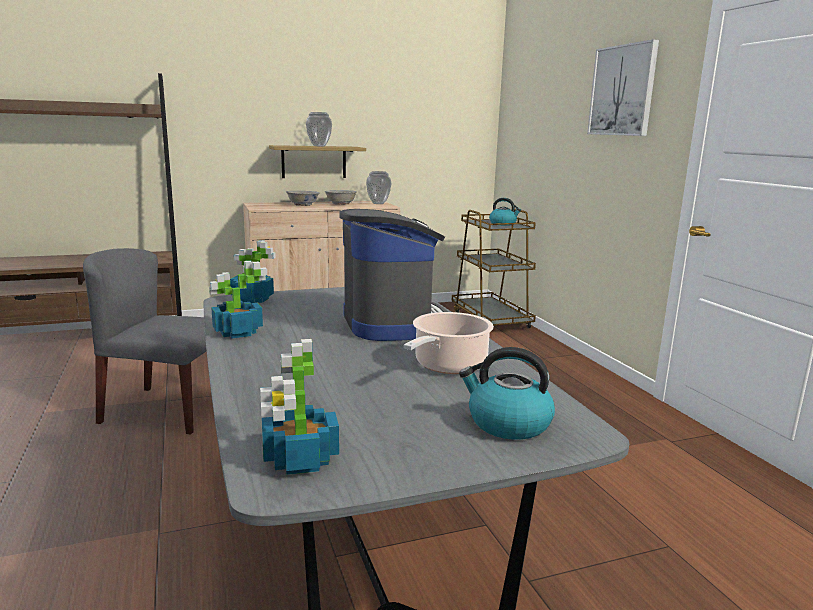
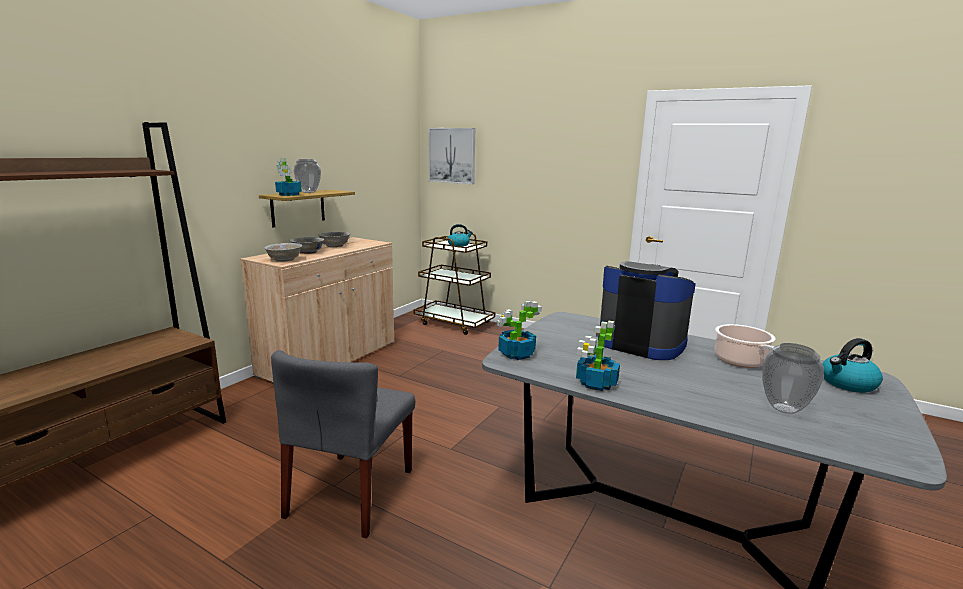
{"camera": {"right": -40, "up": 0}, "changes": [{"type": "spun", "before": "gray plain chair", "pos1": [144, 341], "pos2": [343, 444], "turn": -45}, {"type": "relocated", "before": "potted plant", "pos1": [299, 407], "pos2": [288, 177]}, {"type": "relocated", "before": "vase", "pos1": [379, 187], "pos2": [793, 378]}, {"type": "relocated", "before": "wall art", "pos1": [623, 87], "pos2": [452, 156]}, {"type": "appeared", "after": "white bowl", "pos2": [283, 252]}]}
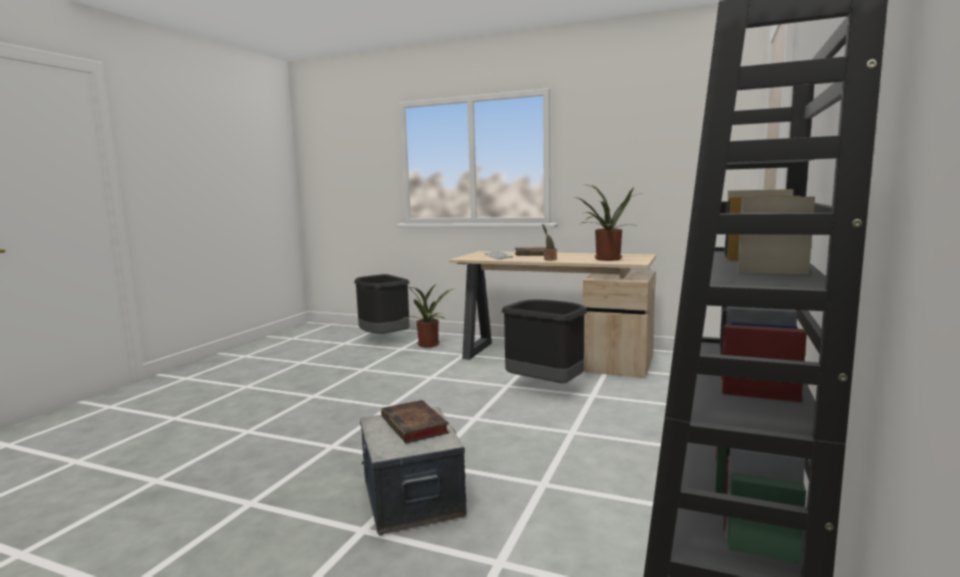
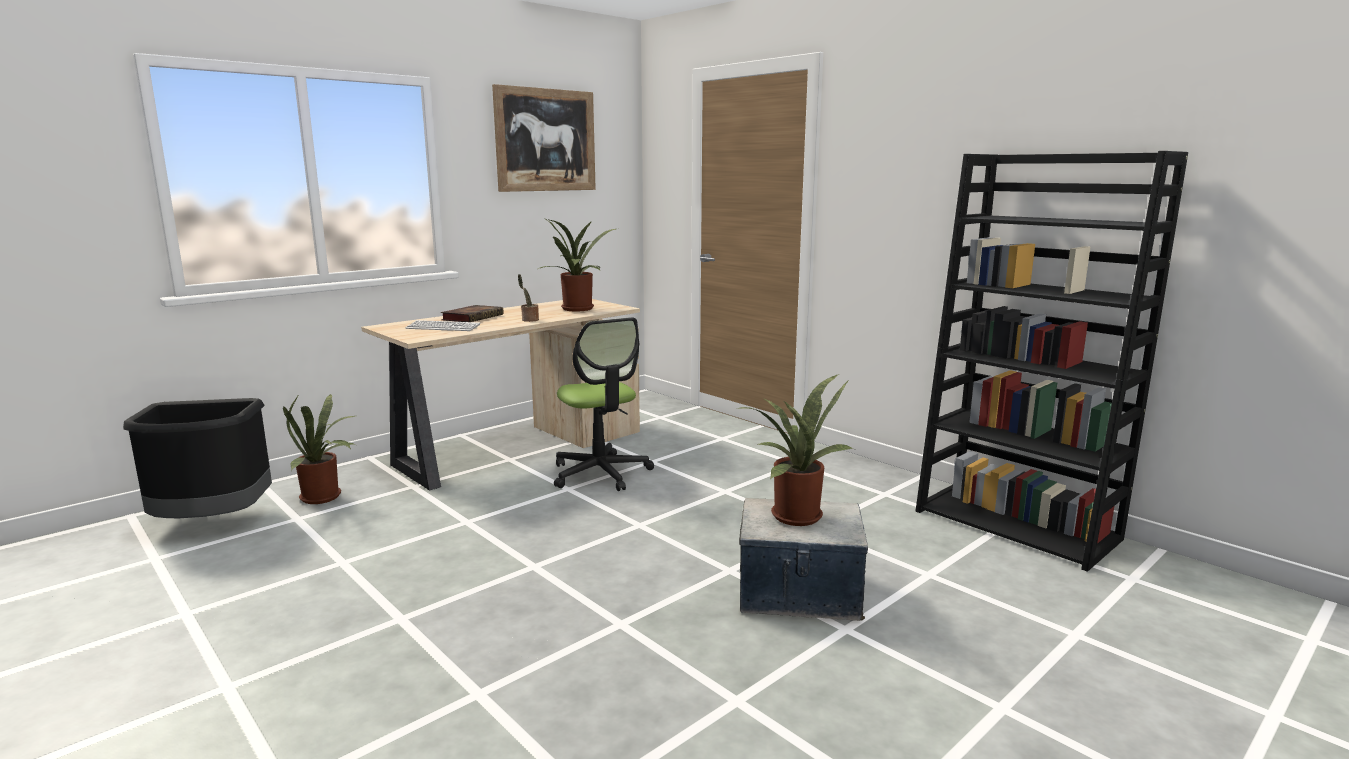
{"camera": {"right": -65, "up": 5}, "changes": [{"type": "exchanged", "before": "book", "after": "potted plant", "pos1": [415, 421], "pos2": [795, 450]}, {"type": "exchanged", "before": "blackish rubbish bin", "after": "desk chair", "pos1": [544, 341], "pos2": [604, 404]}, {"type": "appeared", "after": "wall art", "pos2": [544, 138]}]}
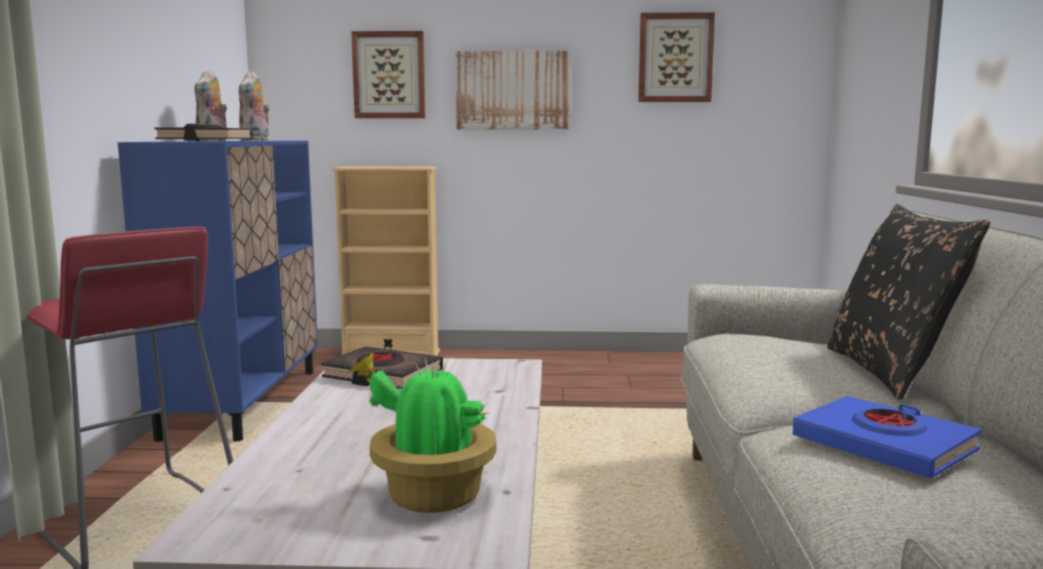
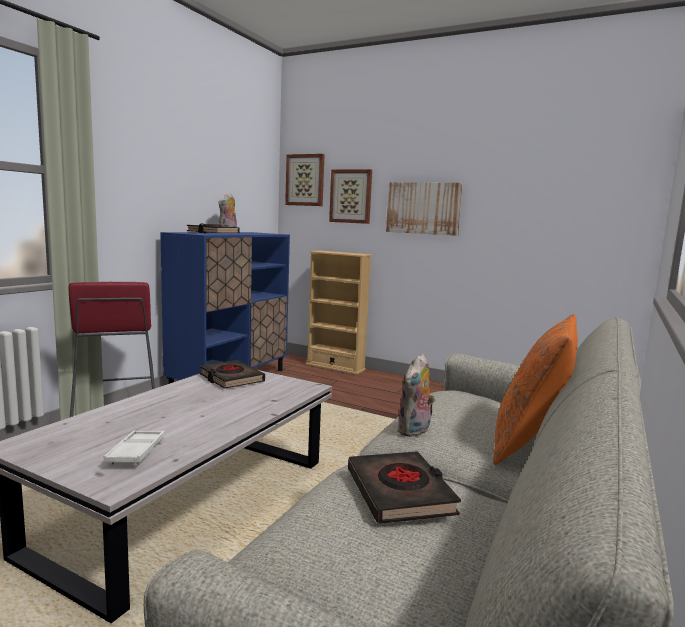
{"camera": {"right": 25, "up": 0}, "changes": [{"type": "relocated", "before": "soft toy", "pos1": [254, 106], "pos2": [416, 395]}, {"type": "exchanged", "before": "potted plant", "after": "white tray", "pos1": [423, 433], "pos2": [135, 447]}, {"type": "relocated", "before": "wall art", "pos1": [676, 57], "pos2": [305, 180]}, {"type": "colour", "before": "bluish book", "after": "blackish book", "pos1": [887, 437], "pos2": [404, 487]}, {"type": "colour", "before": "blackish cushion", "after": "orangey cushion", "pos1": [908, 302], "pos2": [535, 389]}]}
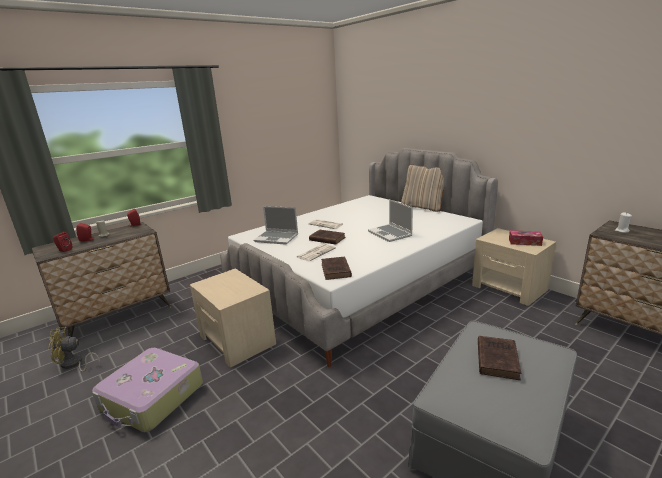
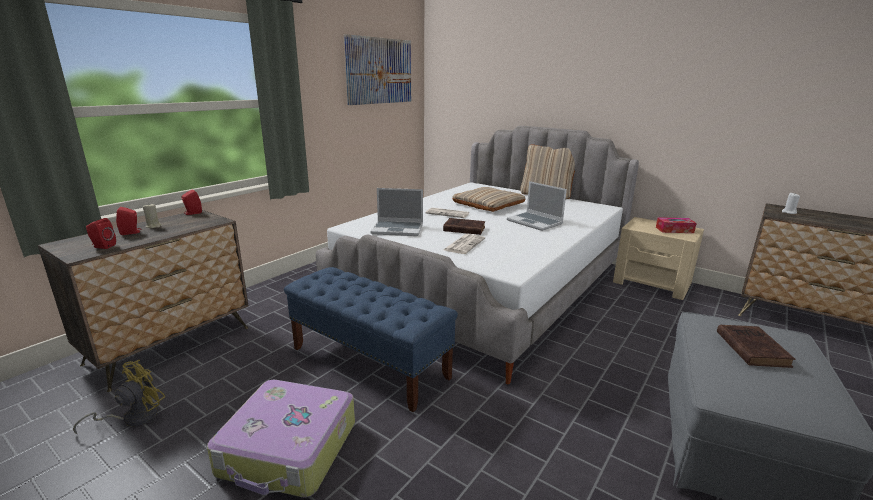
{"camera": {"right": -15, "up": 0}, "changes": [{"type": "spun", "before": "yellow cooling fan", "pos1": [74, 349], "pos2": [119, 397], "turn": 150}, {"type": "exchanged", "before": "beige-coloured nightstand", "after": "bluish indoor bench", "pos1": [233, 318], "pos2": [371, 339]}, {"type": "missing", "before": "brown book", "pos1": [336, 268]}, {"type": "appeared", "after": "wall art", "pos2": [377, 69]}, {"type": "appeared", "after": "beige-coloured cushion", "pos2": [489, 199]}]}
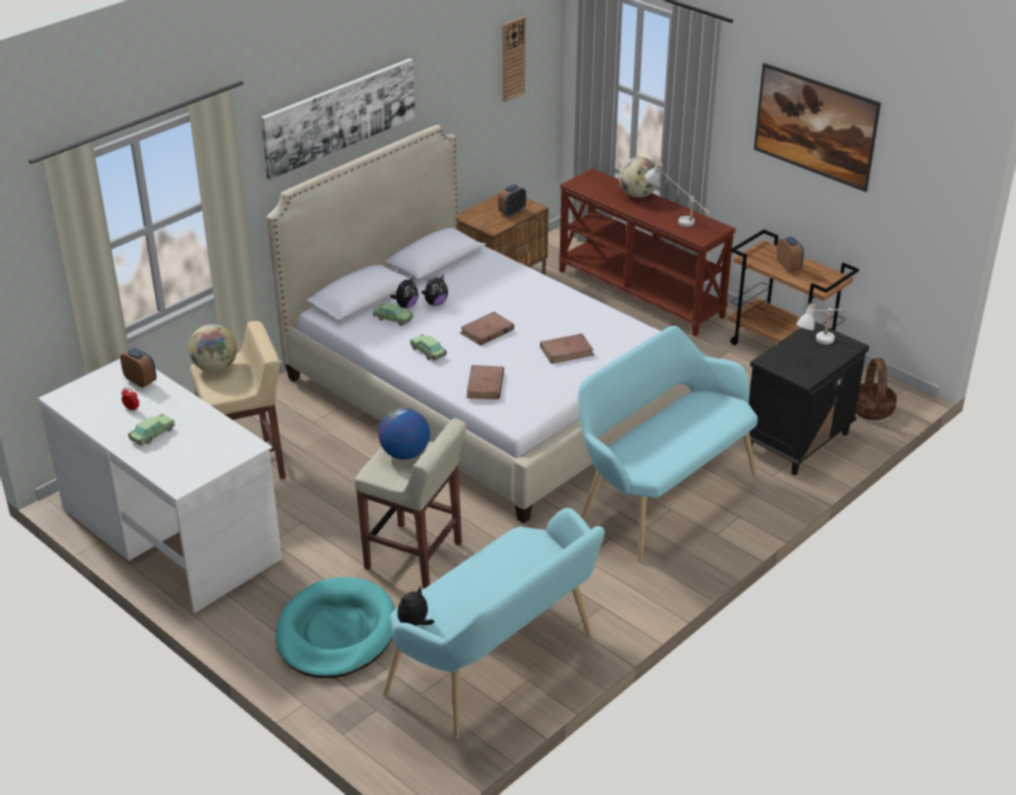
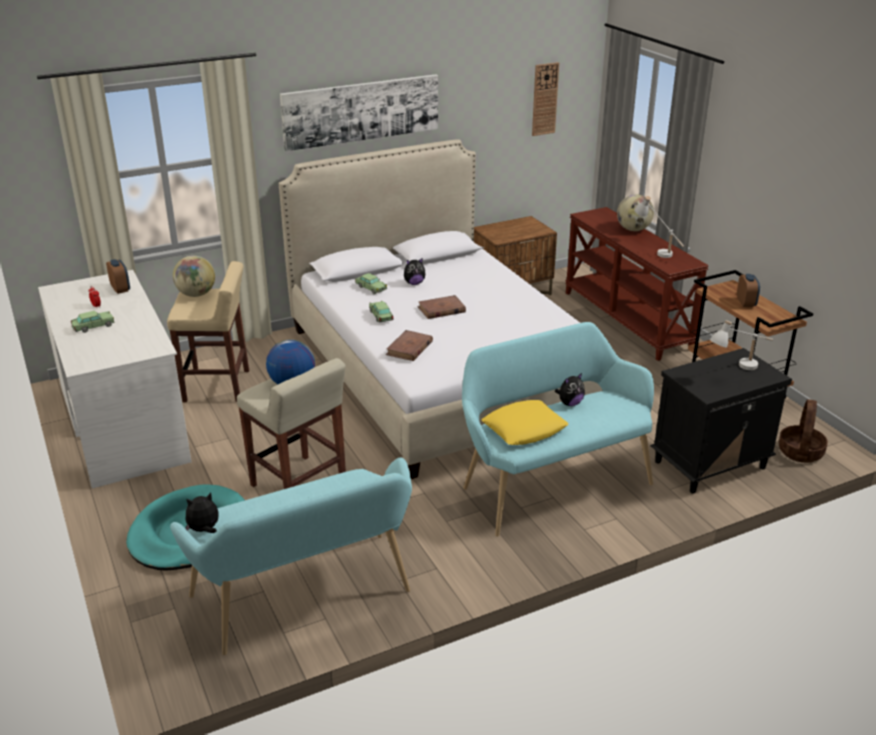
{"camera": {"right": 20, "up": -5}, "changes": [{"type": "relocated", "before": "soft toy", "pos1": [404, 292], "pos2": [570, 389]}, {"type": "missing", "before": "table clock", "pos1": [512, 200]}, {"type": "missing", "before": "brown book", "pos1": [567, 349]}, {"type": "missing", "before": "wall art", "pos1": [817, 127]}, {"type": "appeared", "after": "yellow cushion", "pos2": [525, 422]}]}
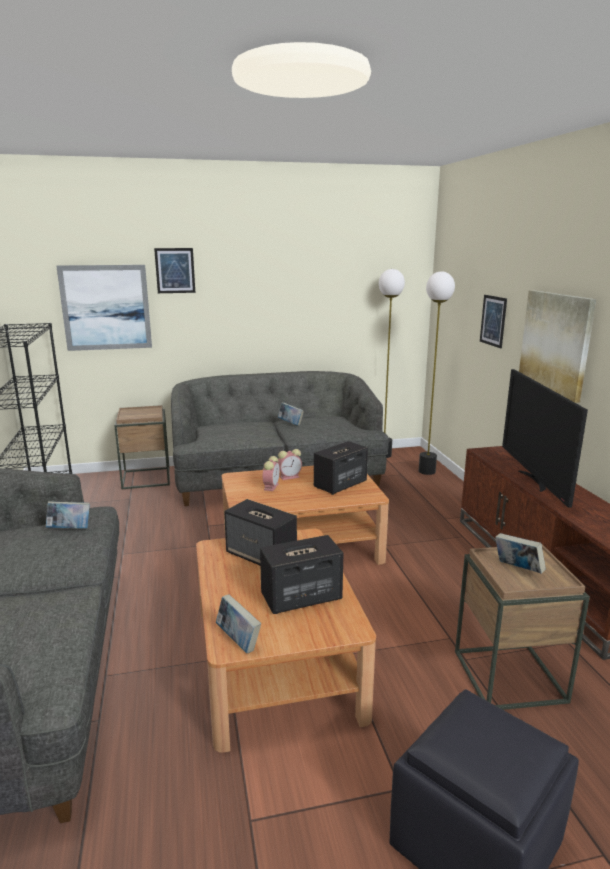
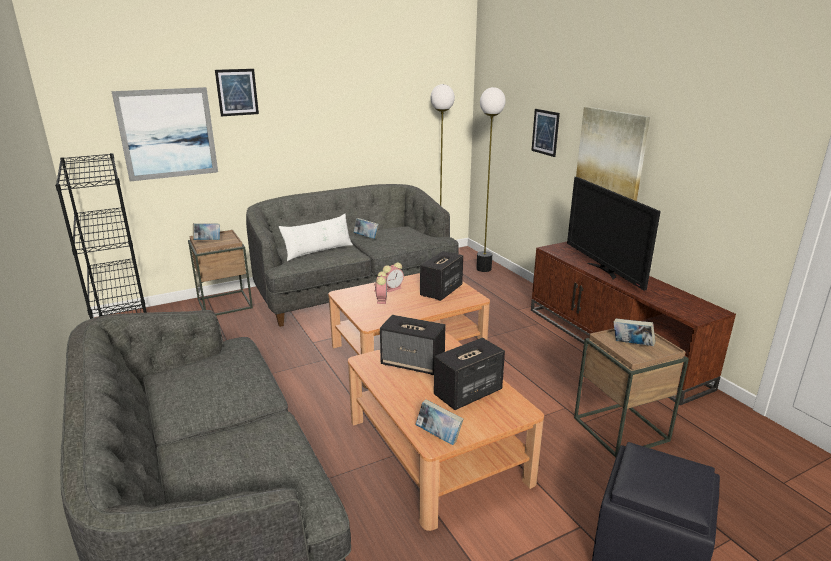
{"camera": {"right": -15, "up": 5}, "changes": [{"type": "relocated", "before": "book", "pos1": [68, 514], "pos2": [206, 231]}, {"type": "appeared", "after": "white cushion", "pos2": [316, 237]}]}
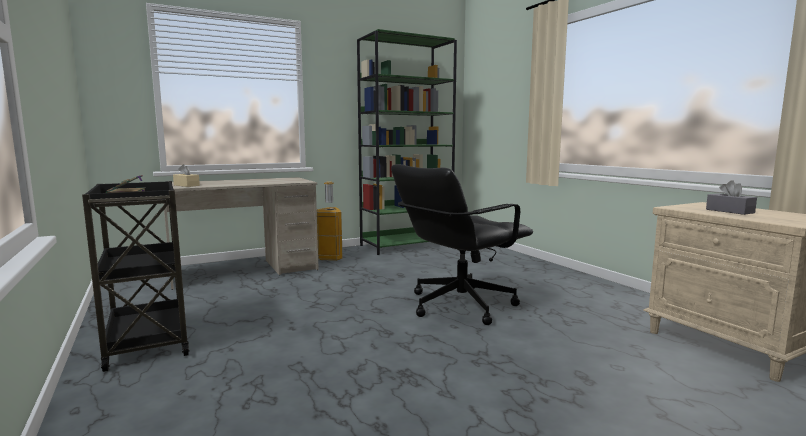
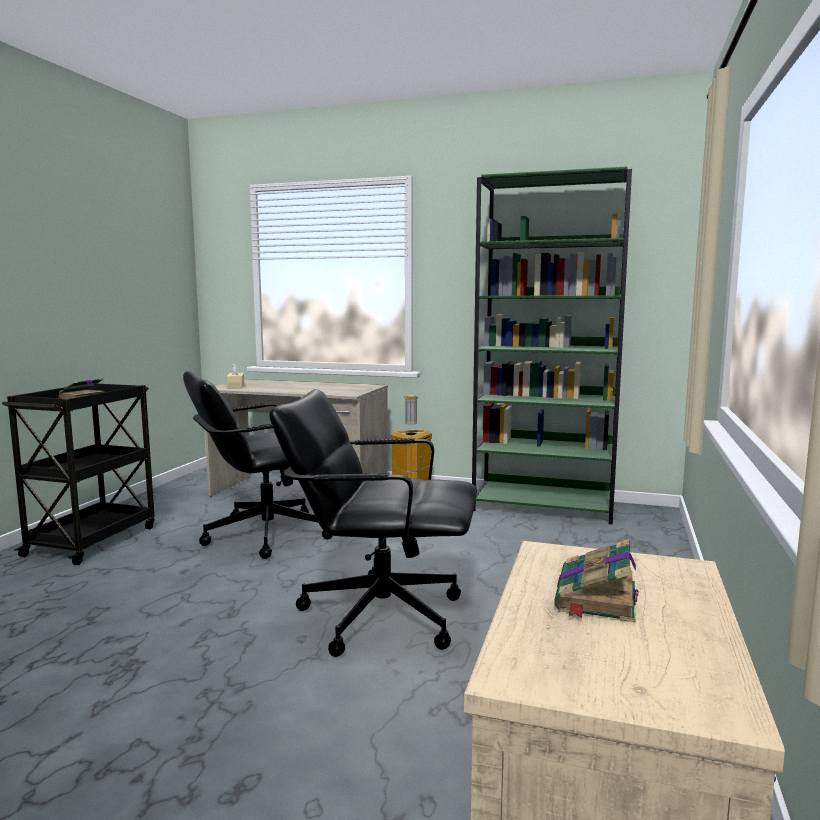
{"camera": {"right": 45, "up": 0}, "changes": [{"type": "exchanged", "before": "gray tissue holder", "after": "book", "pos1": [731, 197], "pos2": [596, 580]}, {"type": "appeared", "after": "blackish desk chair", "pos2": [257, 465]}]}
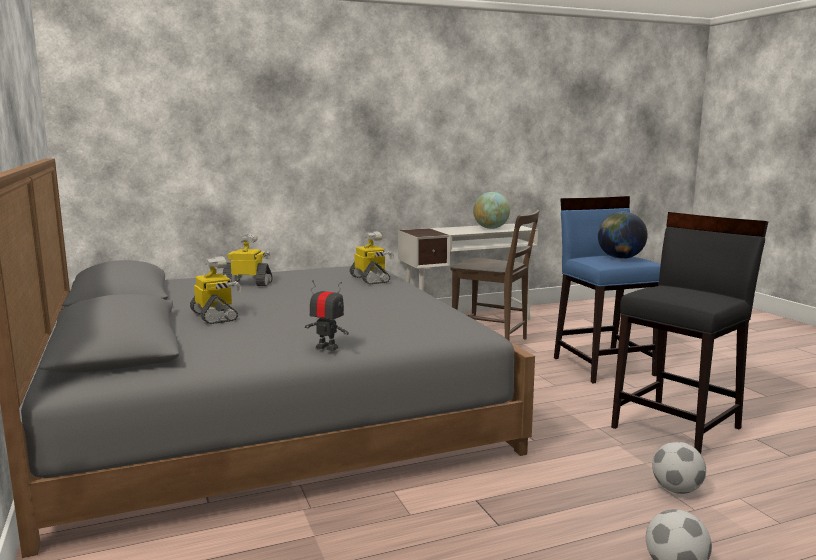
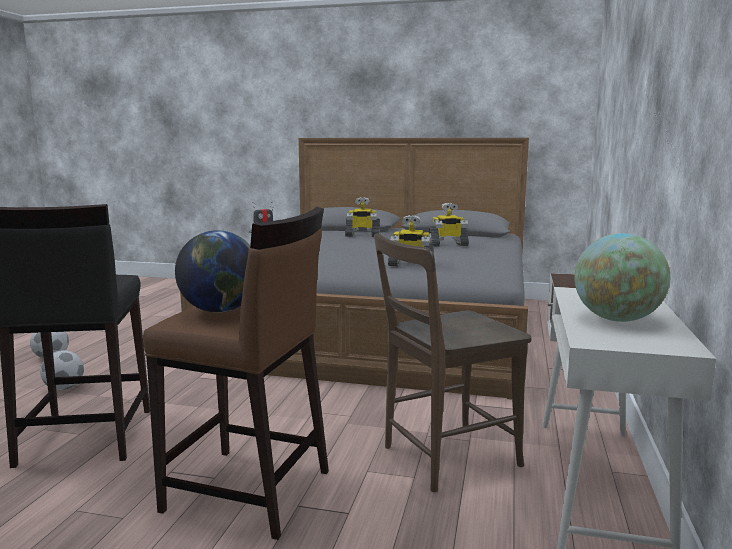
{"camera": {"right": 125, "up": 0}, "changes": [{"type": "spun", "before": "model robot", "pos1": [247, 260], "pos2": [448, 224], "turn": 45}, {"type": "colour", "before": "bluish stool seat", "after": "brown stool seat", "pos1": [607, 289], "pos2": [236, 373]}]}
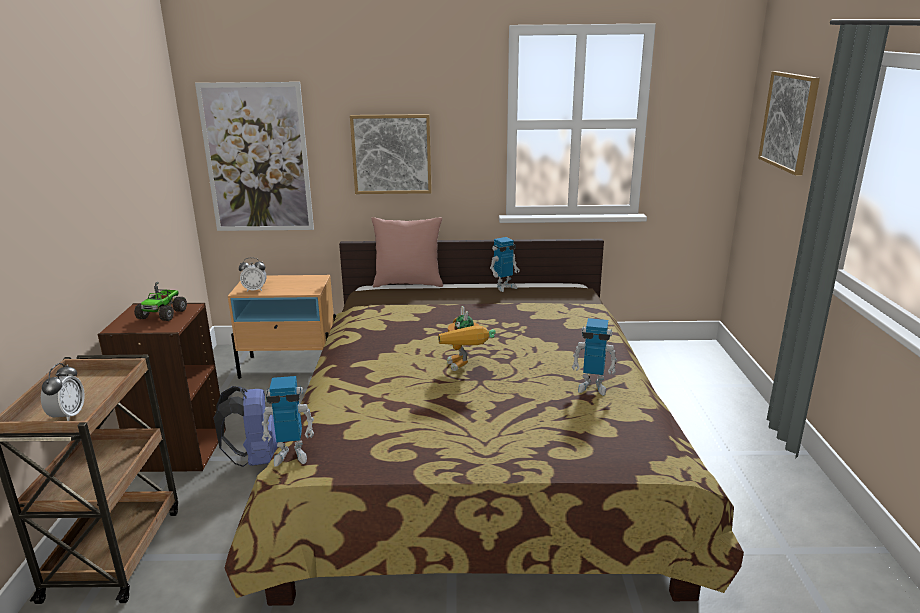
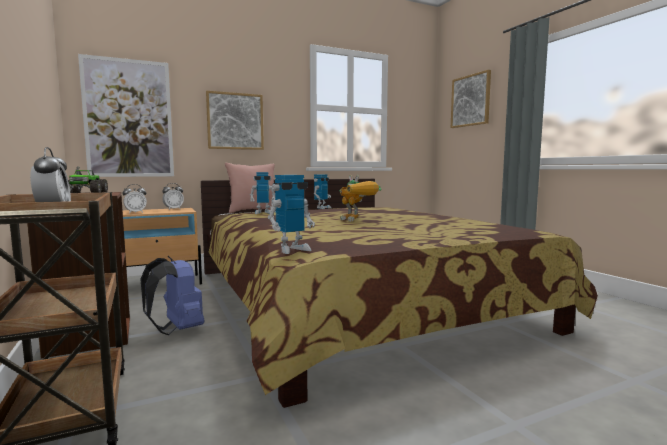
{"camera": {"right": -25, "up": -15}, "changes": [{"type": "relocated", "before": "model robot", "pos1": [594, 357], "pos2": [262, 193]}, {"type": "appeared", "after": "table clock", "pos2": [173, 196]}]}
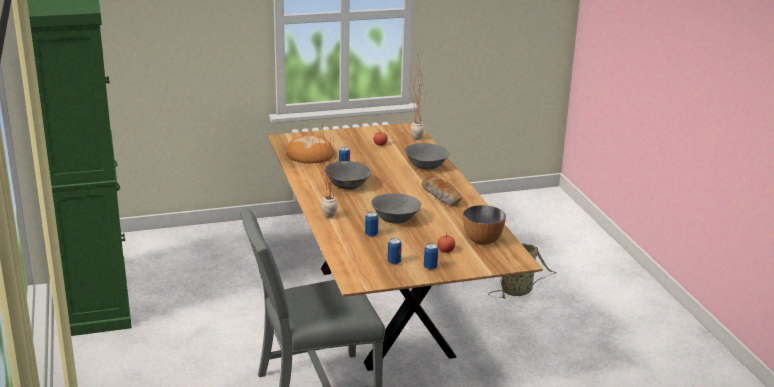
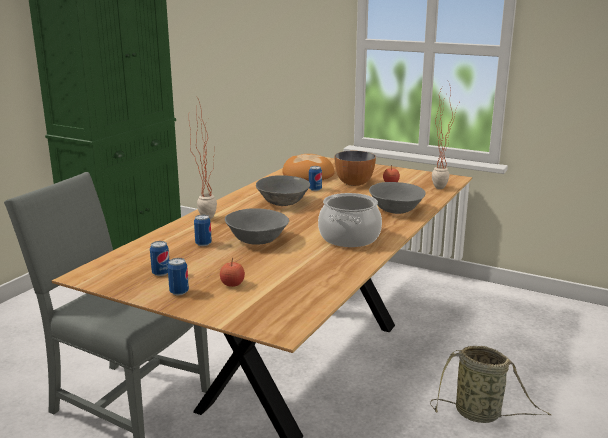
{"camera": {"right": 45, "up": -5}, "changes": [{"type": "exchanged", "before": "bread", "after": "cooking pot", "pos1": [442, 191], "pos2": [350, 220]}, {"type": "relocated", "before": "bowl", "pos1": [484, 225], "pos2": [355, 168]}]}
